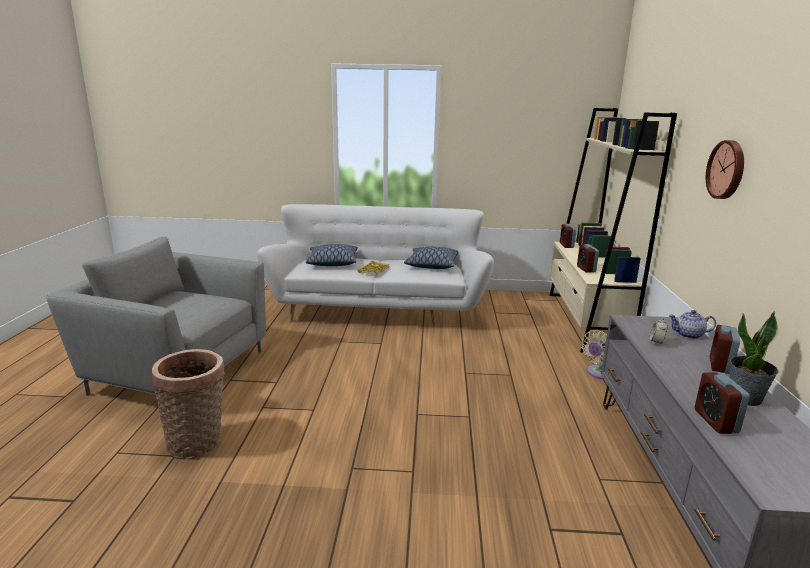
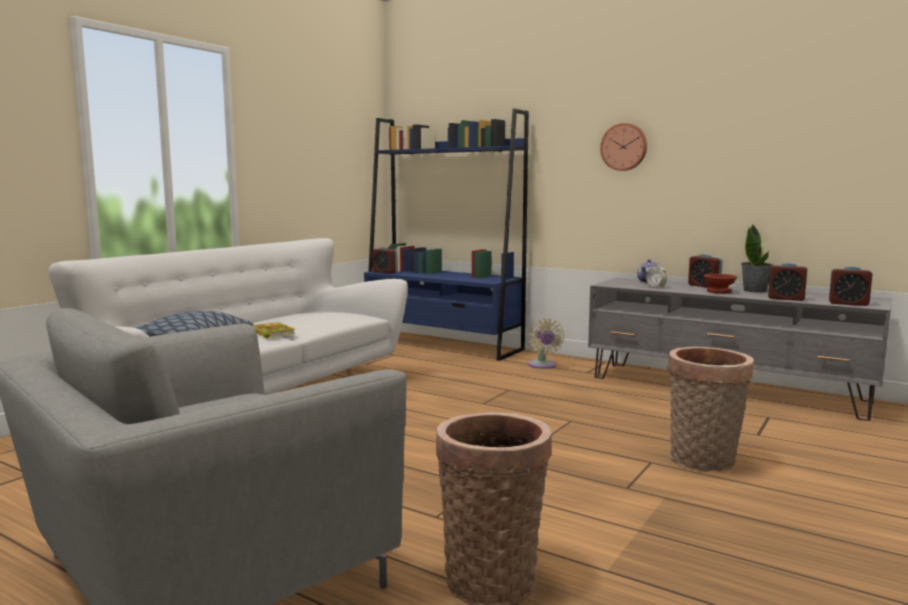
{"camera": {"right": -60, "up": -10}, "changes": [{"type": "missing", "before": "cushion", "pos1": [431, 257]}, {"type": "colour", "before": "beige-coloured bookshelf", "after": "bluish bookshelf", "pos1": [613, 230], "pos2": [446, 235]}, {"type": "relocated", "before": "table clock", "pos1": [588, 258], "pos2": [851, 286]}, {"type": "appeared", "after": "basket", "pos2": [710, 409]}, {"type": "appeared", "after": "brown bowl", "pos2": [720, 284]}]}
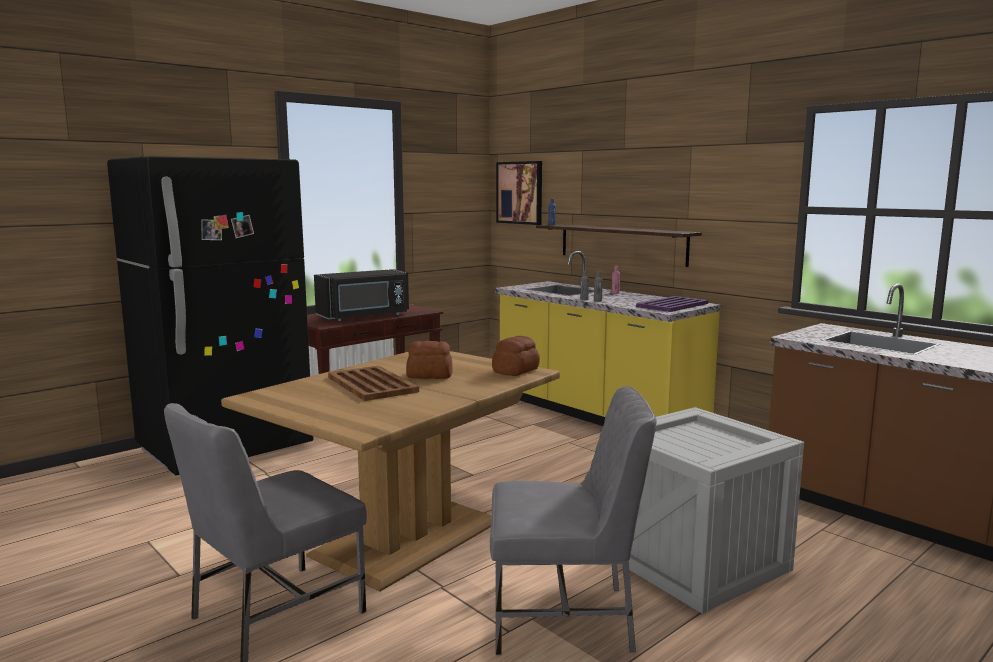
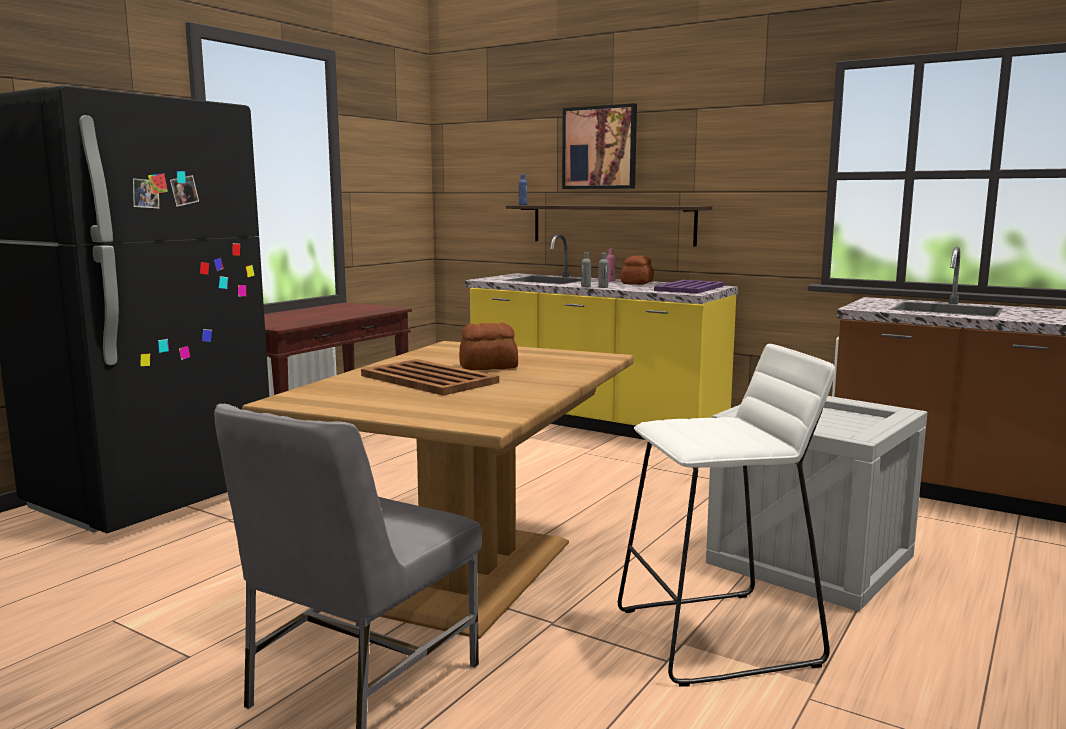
{"camera": {"right": -15, "up": 0}, "changes": [{"type": "missing", "before": "blackish microwave", "pos1": [361, 295]}, {"type": "exchanged", "before": "gray plain chair", "after": "white stool seat", "pos1": [573, 520], "pos2": [726, 515]}, {"type": "relocated", "before": "bread", "pos1": [516, 356], "pos2": [637, 270]}, {"type": "relocated", "before": "wall art", "pos1": [519, 193], "pos2": [599, 146]}]}
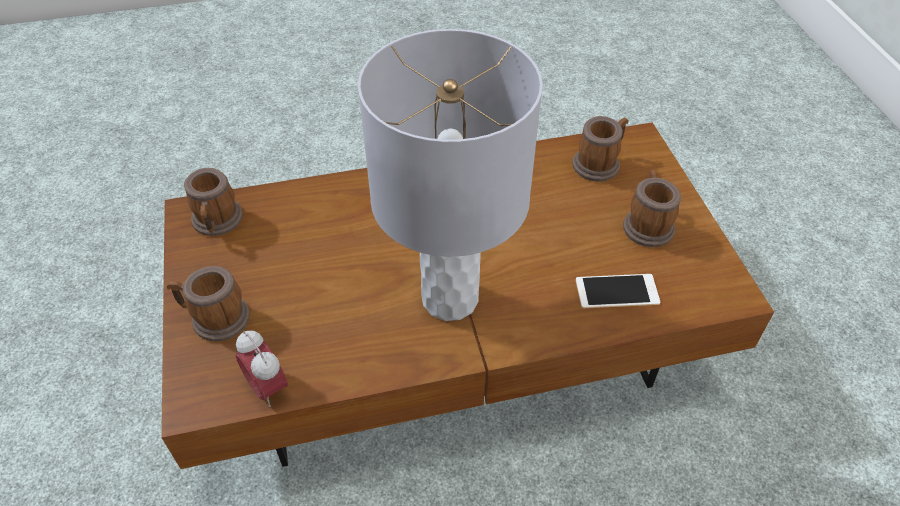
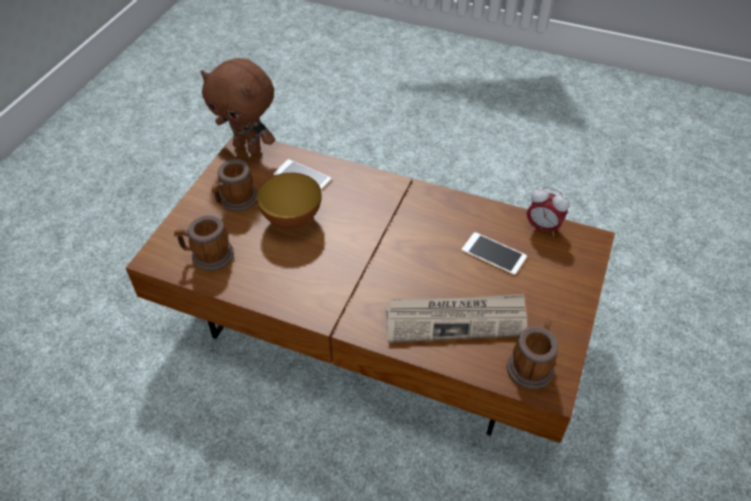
{"camera": {"right": -145, "up": 0}, "changes": [{"type": "missing", "before": "tea mug", "pos1": [208, 304]}, {"type": "spun", "before": "table clock", "pos1": [261, 369], "pos2": [548, 212], "turn": 120}, {"type": "missing", "before": "gray lamp for a table", "pos1": [450, 175]}, {"type": "appeared", "after": "brown soft toy", "pos2": [238, 106]}, {"type": "appeared", "after": "bowl", "pos2": [289, 201]}, {"type": "appeared", "after": "printed paper", "pos2": [456, 318]}, {"type": "appeared", "after": "telephone", "pos2": [494, 253]}]}
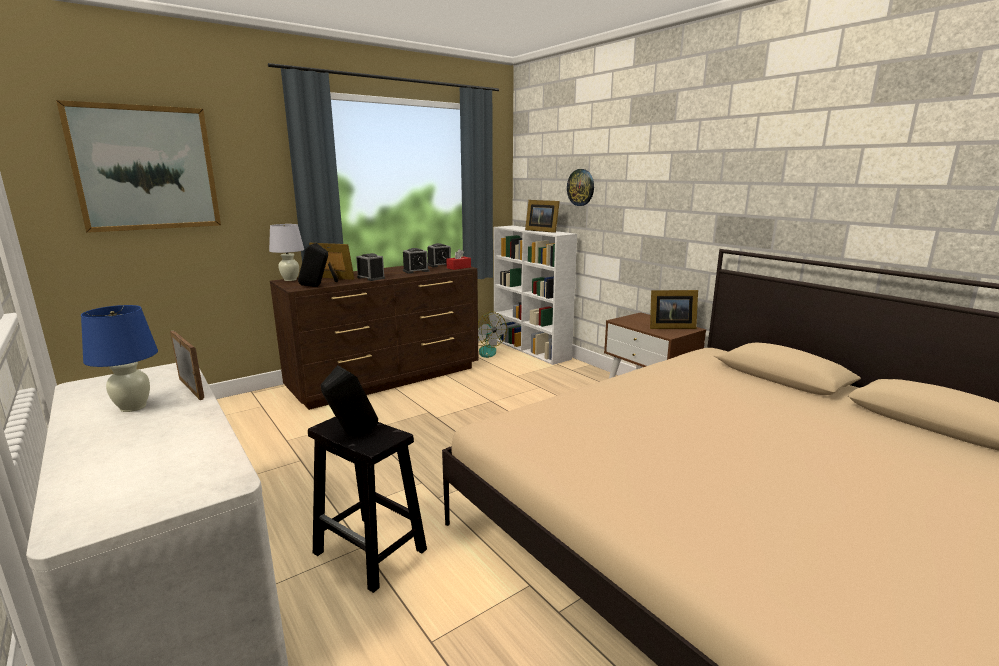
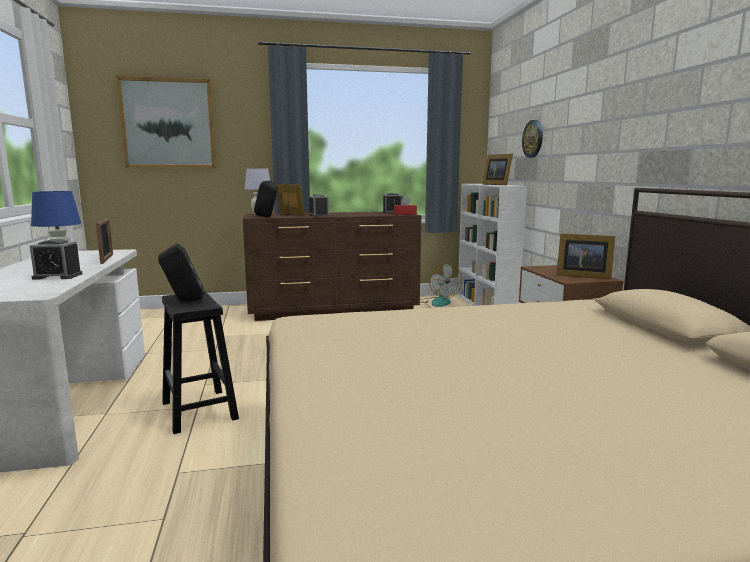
{"camera": {"right": 25, "up": -5}, "changes": [{"type": "relocated", "before": "table clock", "pos1": [416, 261], "pos2": [56, 259]}]}
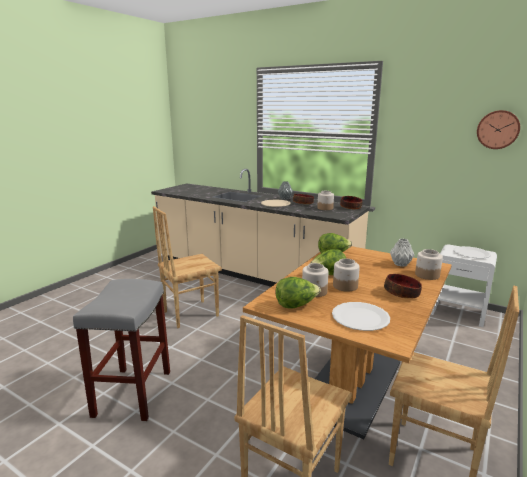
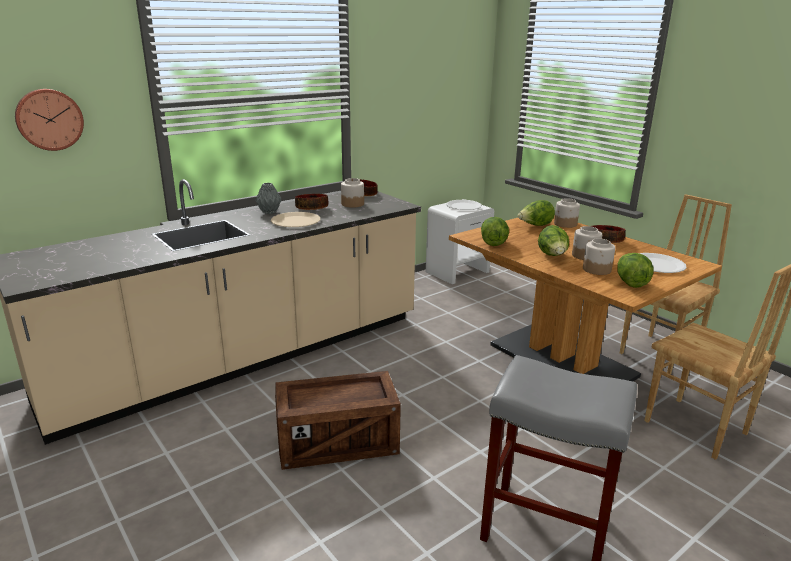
{"camera": {"right": -70, "up": 5}, "changes": [{"type": "exchanged", "before": "brown plain chair", "after": "crate", "pos1": [187, 267], "pos2": [338, 420]}, {"type": "exchanged", "before": "gray vase", "after": "lettuce head", "pos1": [402, 253], "pos2": [536, 213]}, {"type": "relocated", "before": "hanging clock", "pos1": [498, 129], "pos2": [49, 120]}]}
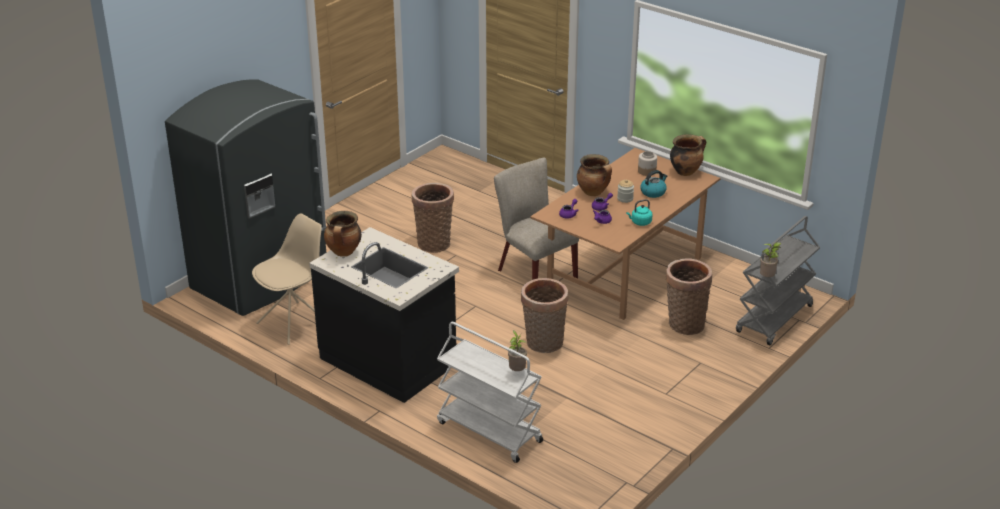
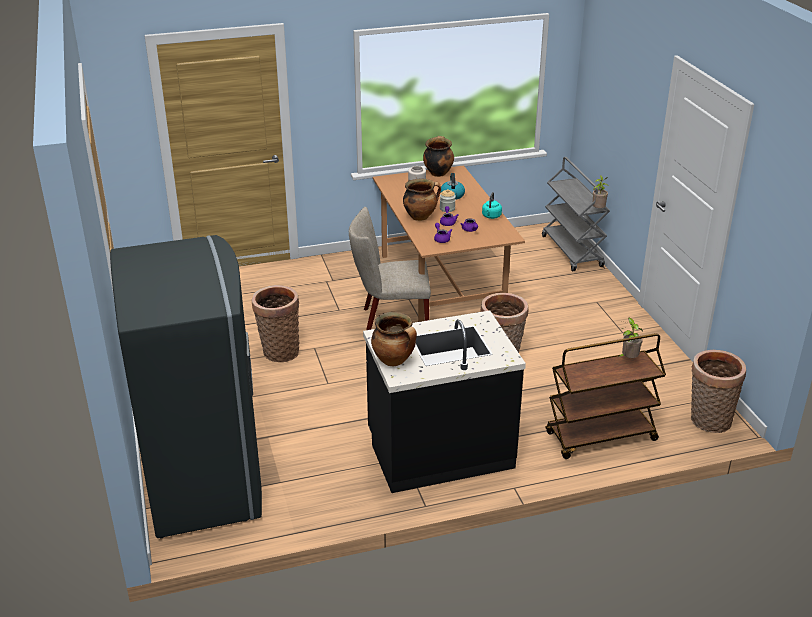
{"camera": {"right": -55, "up": 0}, "changes": [{"type": "missing", "before": "beige-coloured plain chair", "pos1": [287, 279]}, {"type": "colour", "before": "white wheeled cart", "after": "brown wheeled cart", "pos1": [490, 392], "pos2": [606, 396]}, {"type": "relocated", "before": "basket", "pos1": [689, 296], "pos2": [718, 391]}]}
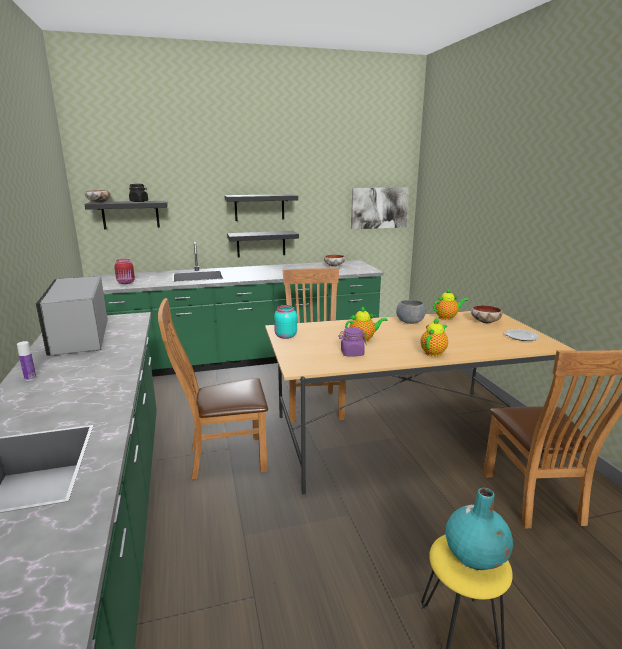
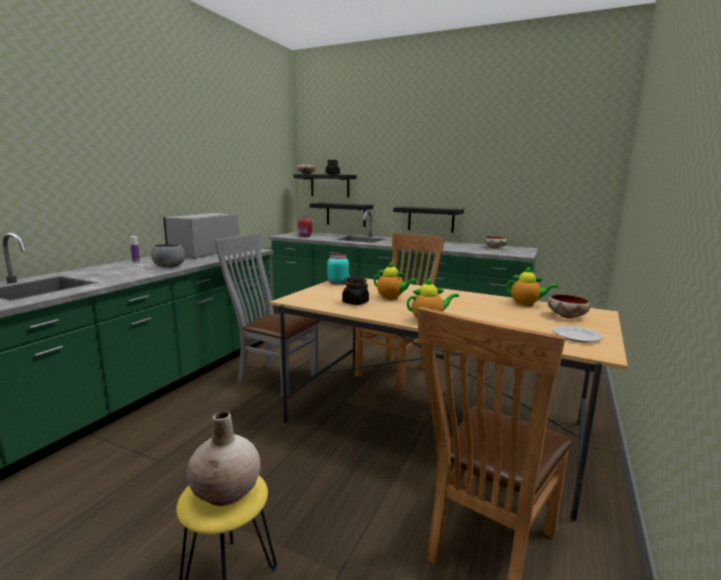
{"camera": {"right": 40, "up": -5}, "changes": [{"type": "colour", "before": "brown plain chair", "after": "gray plain chair", "pos1": [213, 388], "pos2": [267, 315]}, {"type": "relocated", "before": "blackish wall shelf", "pos1": [261, 207], "pos2": [341, 215]}, {"type": "colour", "before": "purple storage jar", "after": "blackish storage jar", "pos1": [352, 342], "pos2": [355, 290]}, {"type": "missing", "before": "wall art", "pos1": [380, 208]}, {"type": "relocated", "before": "gray bowl", "pos1": [411, 312], "pos2": [168, 256]}, {"type": "colour", "before": "turquoise-coloured vase", "after": "beige-coloured vase", "pos1": [479, 529], "pos2": [223, 458]}]}
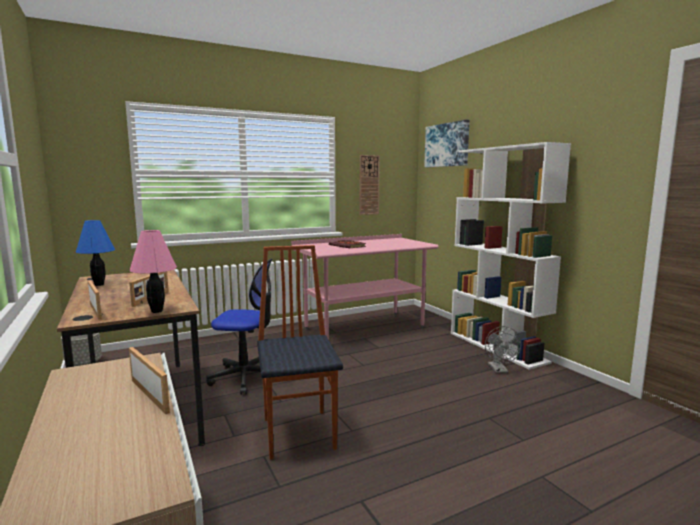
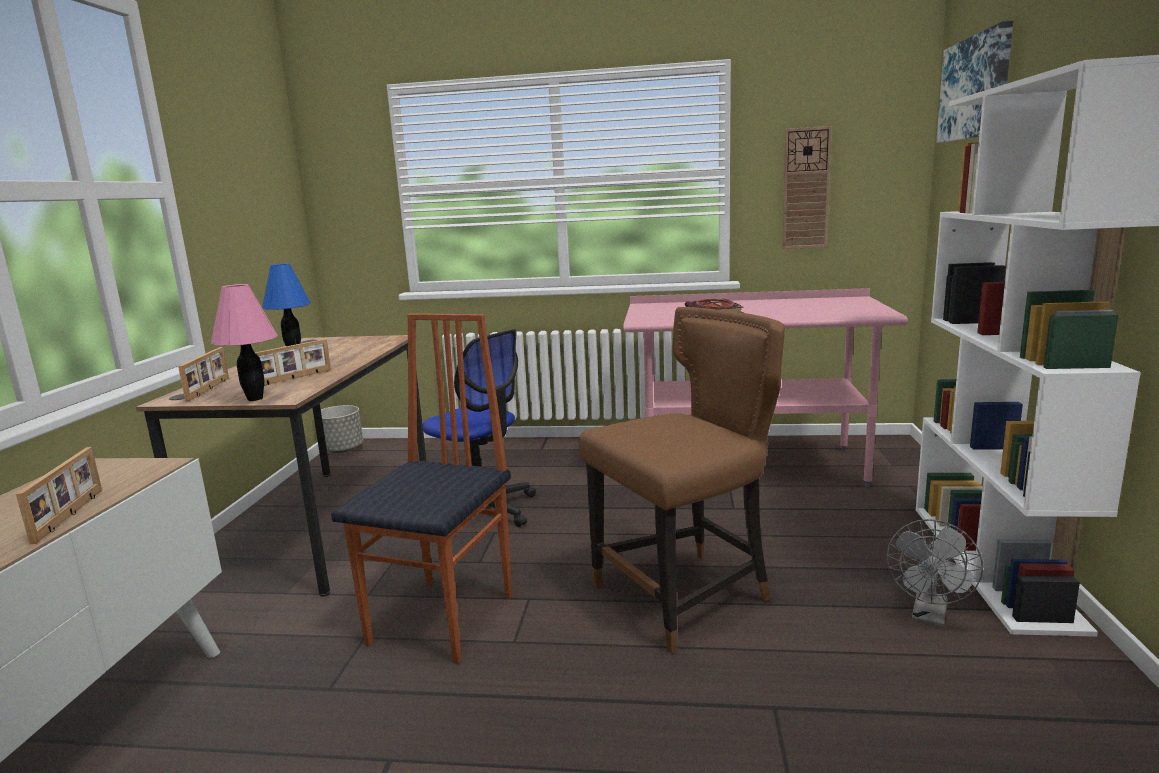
{"camera": {"right": 35, "up": 5}, "changes": [{"type": "appeared", "after": "brown plain chair", "pos2": [681, 480]}]}
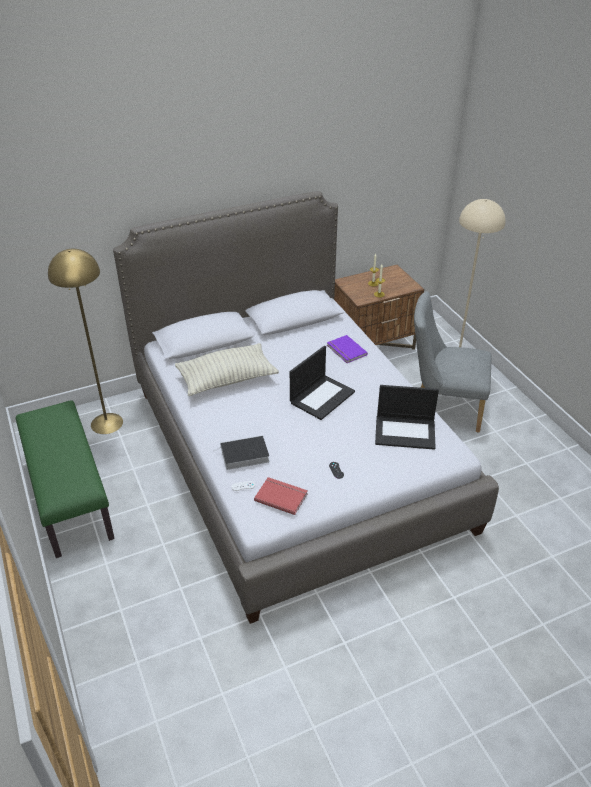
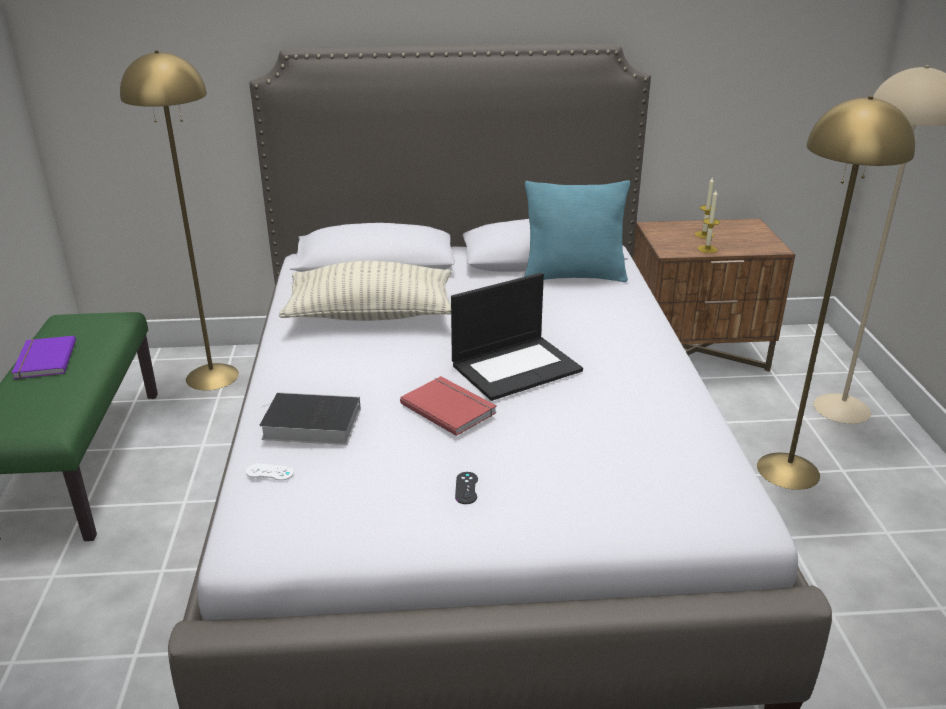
{"camera": {"right": 20, "up": -10}, "changes": [{"type": "relocated", "before": "red-coloured book", "pos1": [281, 496], "pos2": [448, 406]}, {"type": "relocated", "before": "purple book", "pos1": [347, 349], "pos2": [44, 357]}, {"type": "missing", "before": "notebook computer", "pos1": [407, 417]}, {"type": "exchanged", "before": "gray plain chair", "after": "yellow standard lamp", "pos1": [453, 361], "pos2": [836, 293]}, {"type": "appeared", "after": "turquoise-coloured cushion", "pos2": [577, 231]}]}
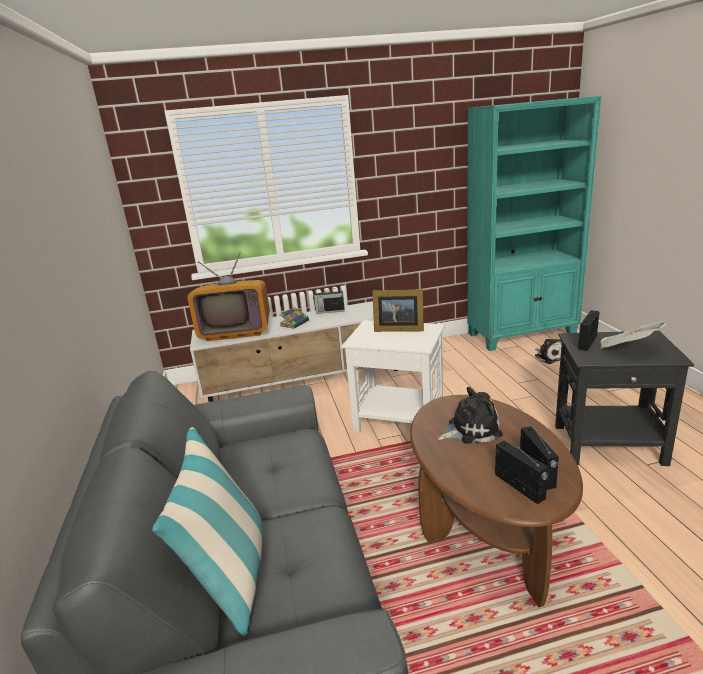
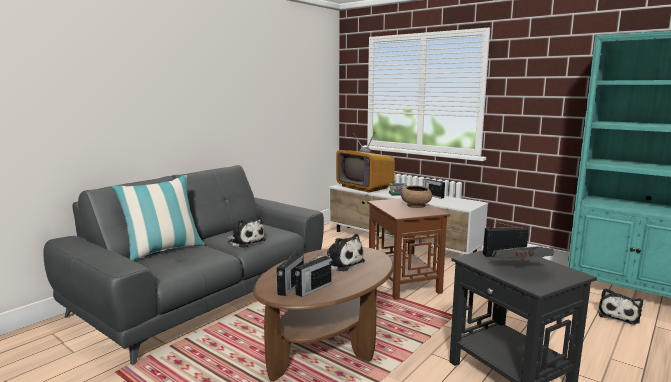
{"camera": {"right": 50, "up": -10}, "changes": [{"type": "colour", "before": "white end table", "after": "brown end table", "pos1": [393, 377], "pos2": [408, 249]}, {"type": "exchanged", "before": "picture frame", "after": "brown bowl", "pos1": [398, 310], "pos2": [416, 196]}, {"type": "appeared", "after": "soft toy", "pos2": [246, 232]}]}
